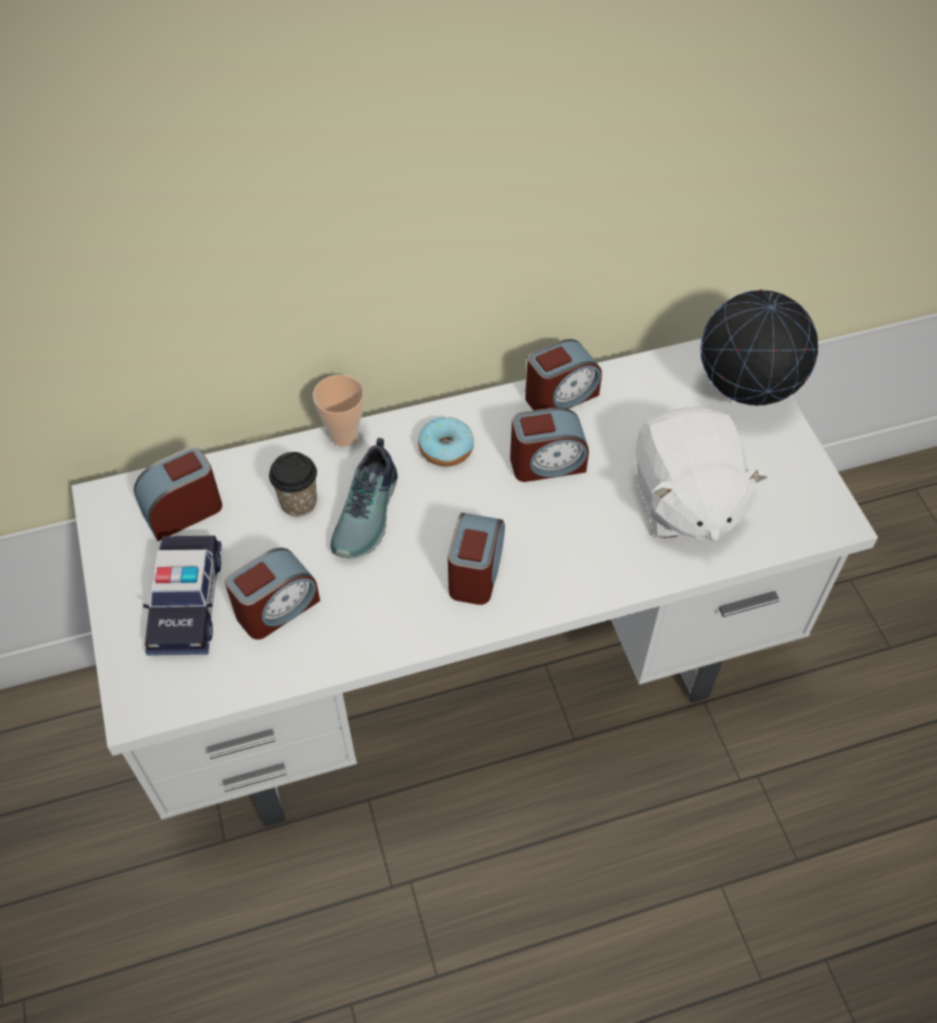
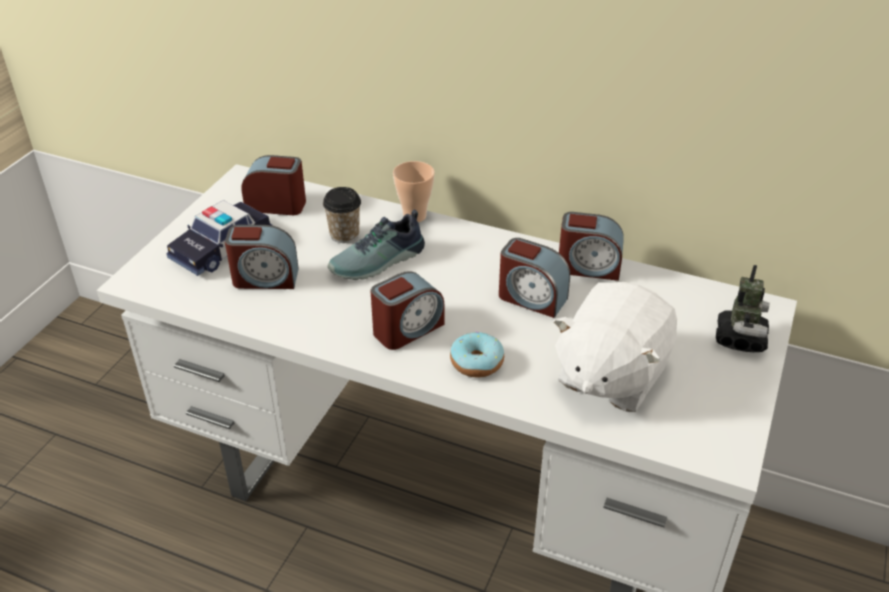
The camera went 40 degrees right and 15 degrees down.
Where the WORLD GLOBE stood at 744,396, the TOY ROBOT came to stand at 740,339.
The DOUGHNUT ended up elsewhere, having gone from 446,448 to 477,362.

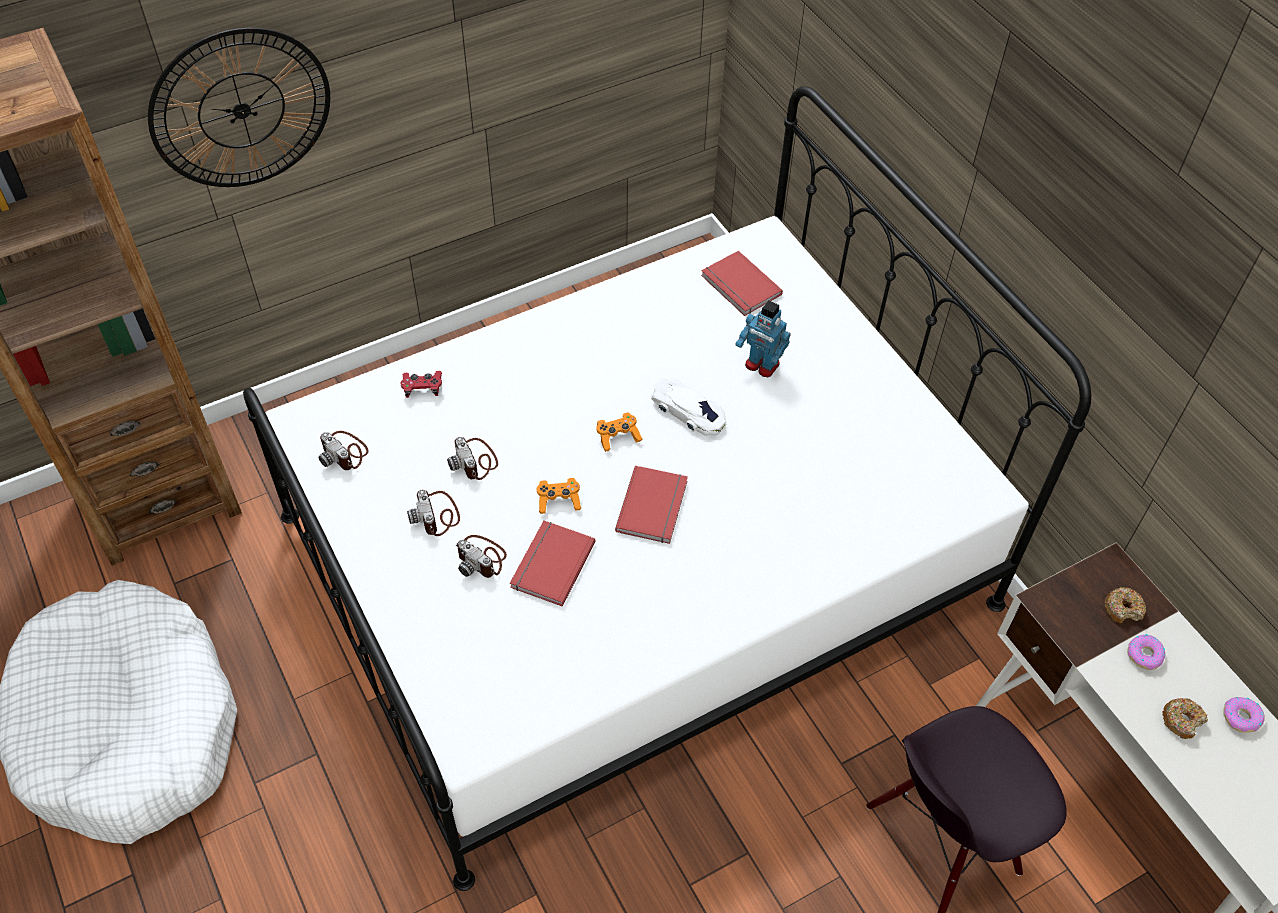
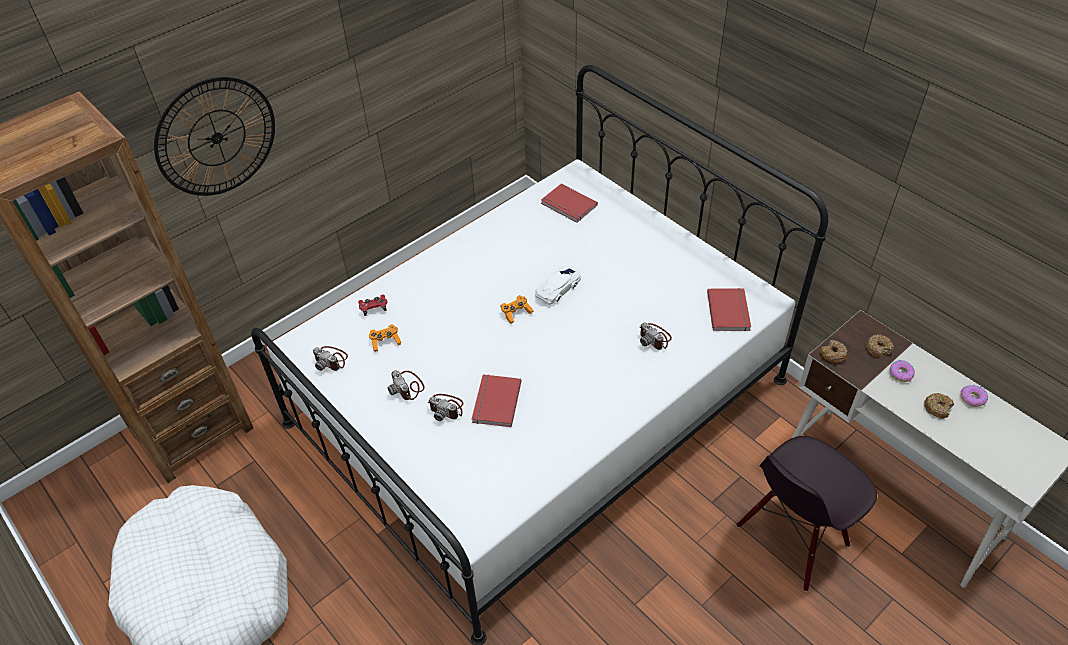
The camera went 10 degrees left and 5 degrees down.
The second view lost the TOY ROBOT at 761,365.
The WHITE TOY CAR at 689,412 ended up facing another way, 75 degrees counterclockwise from before.
The STILL CAMERA ended up elsewhere, having gone from 475,461 to 655,338.
The REDDISH BOOK ended up elsewhere, having gone from 654,506 to 730,311.
The ORANGE-COLOURED GAME CONTROLLER ended up elsewhere, having gone from 559,501 to 385,341.
The second view gained the DOUGHNUT at 833,354.

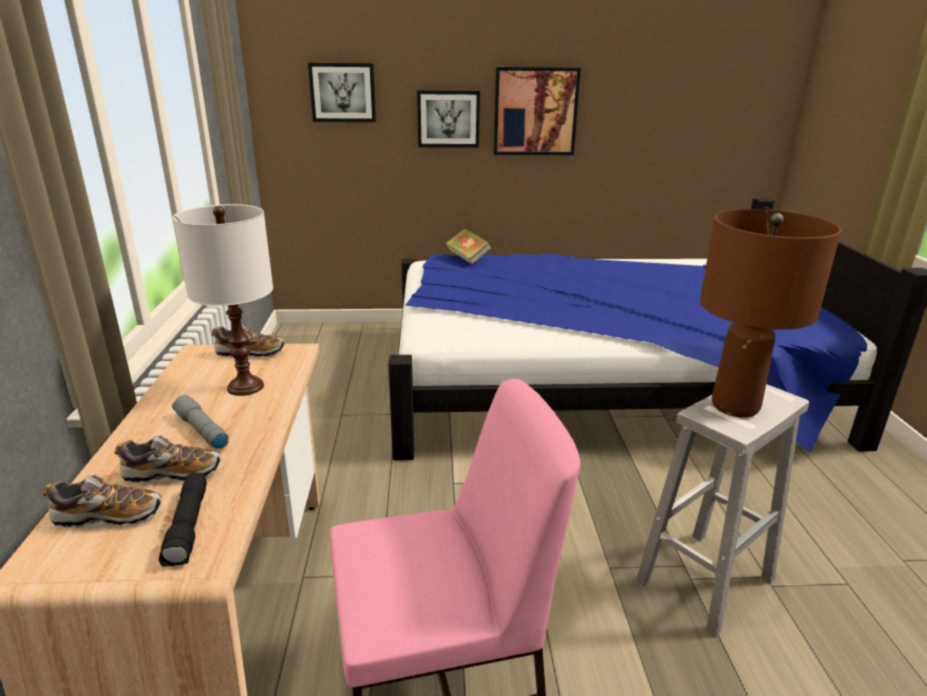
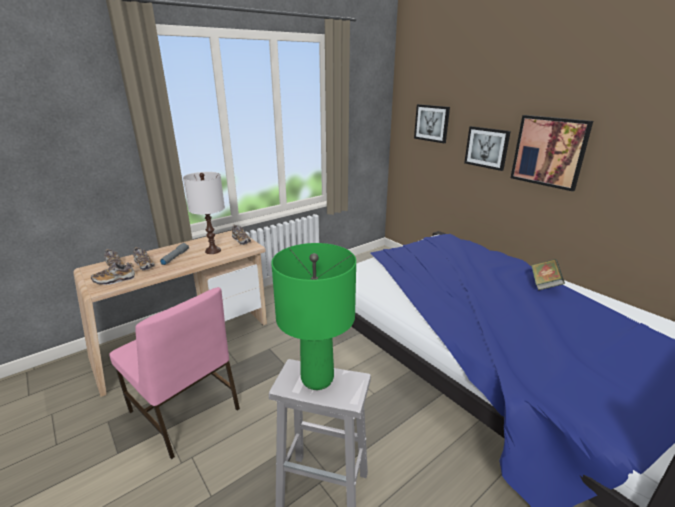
The camera went 55 degrees right and 0 degrees up.
What was the BROWN LAMP FOR A TABLE at 735,407 turned into the GREEN-COLOURED LAMP FOR A TABLE at 316,379.
The BOOK ended up elsewhere, having gone from 468,258 to 544,284.
Where the BLACK FLASHLIGHT stood at 189,527, the ITEM OF FOOTWEAR came to stand at 115,280.

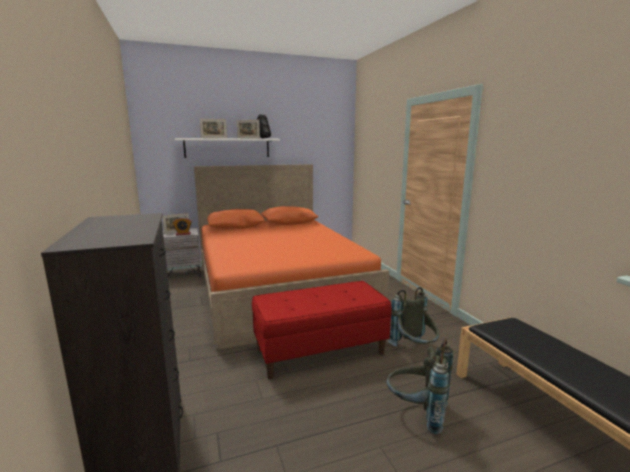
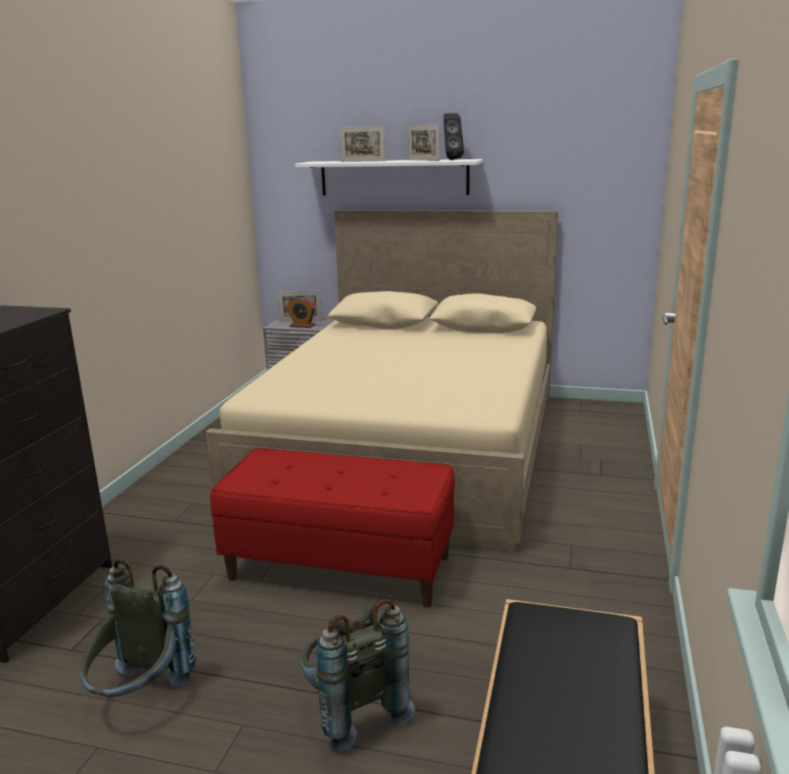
The camera went 35 degrees right and 5 degrees up.
What was the ORANGE-COLOURED BED at 278,288 turned into the BEIGE BED at 411,447.
The GRAY KNAPSACK ended up elsewhere, having gone from 414,350 to 141,697.

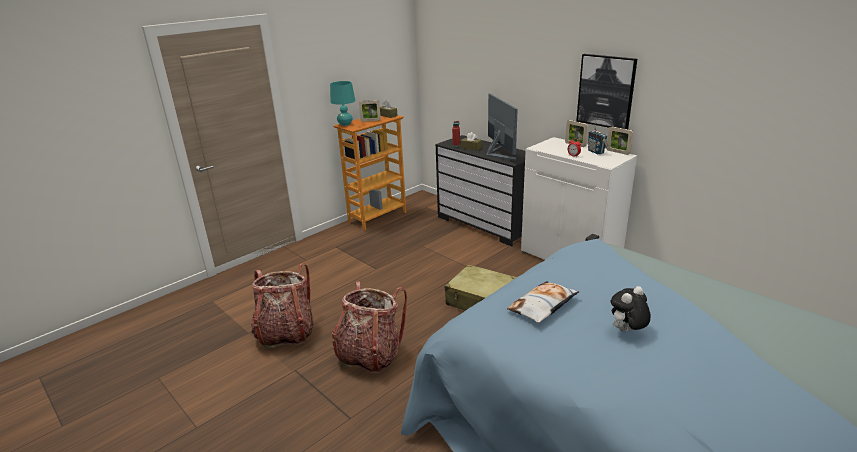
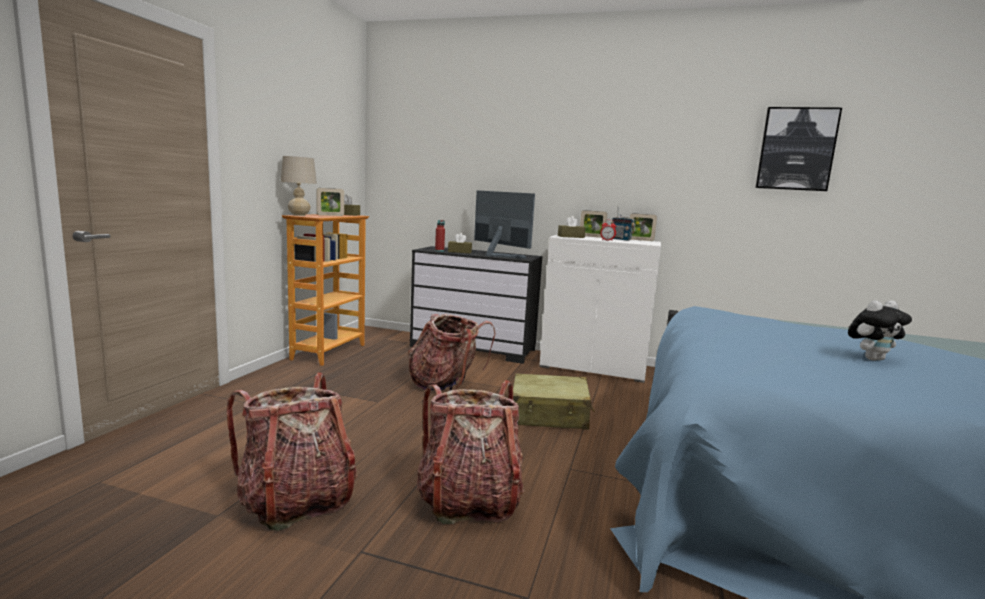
The camera went 30 degrees left and 15 degrees down.
The WALL PICTURE ended up elsewhere, having gone from 606,91 to 796,149.
What was the TURQUOISE LAMP FOR A TABLE at 345,124 turned into the BEIGE LAMP FOR A TABLE at 299,215.
The second view lost the THROW PILLOW at 543,306.
The SOFT TOY at 626,331 ended up facing another way, 135 degrees counterclockwise from before.
The second view gained the BROWN TISSUE BOX at 571,237.
The second view gained the KNAPSACK at 446,384.

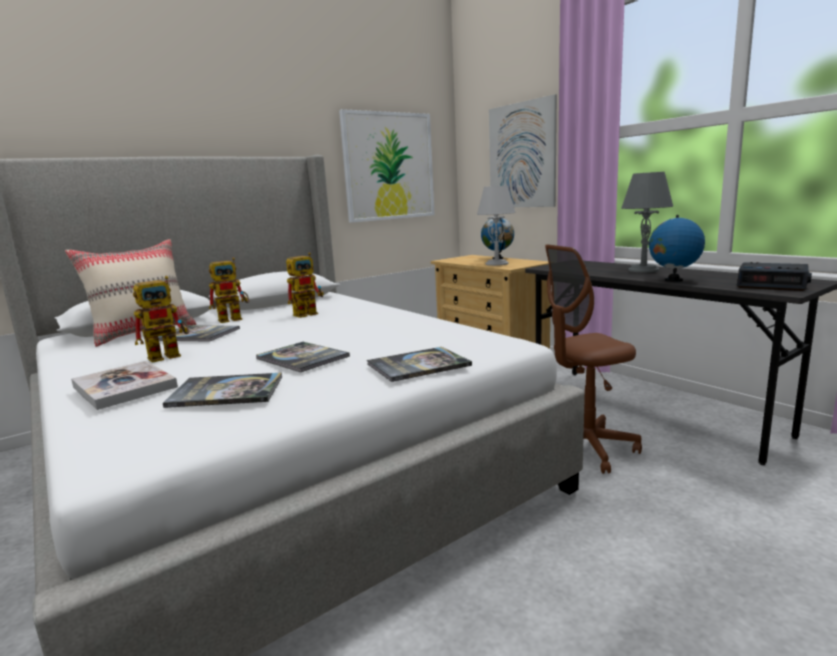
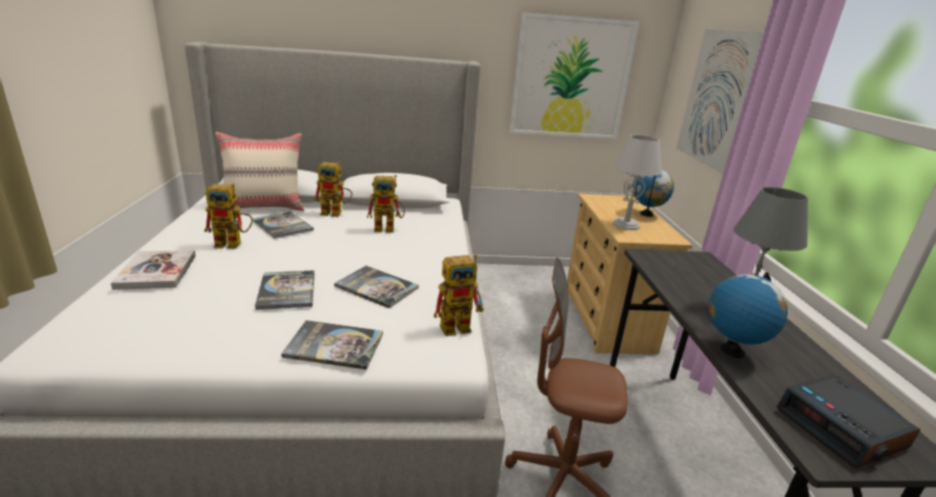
The camera went 30 degrees right and 10 degrees up.
The BOOK ended up elsewhere, having gone from 227,392 to 377,287.
The second view gained the TOY ROBOT at 461,326.

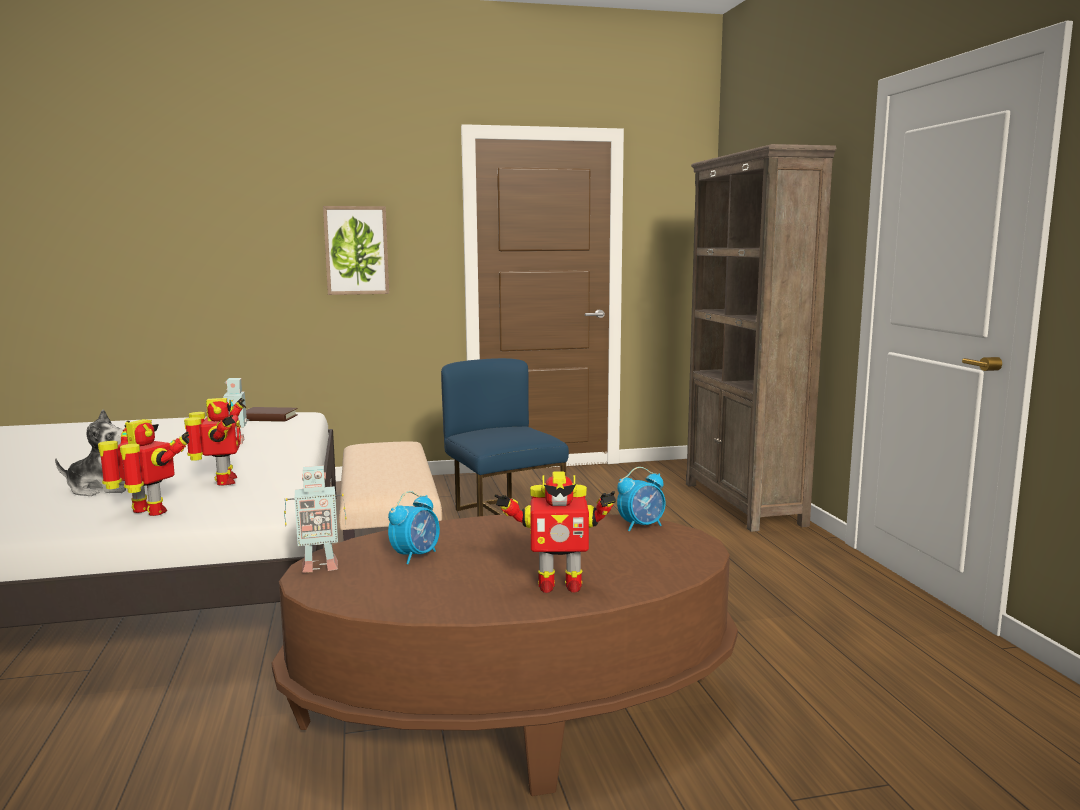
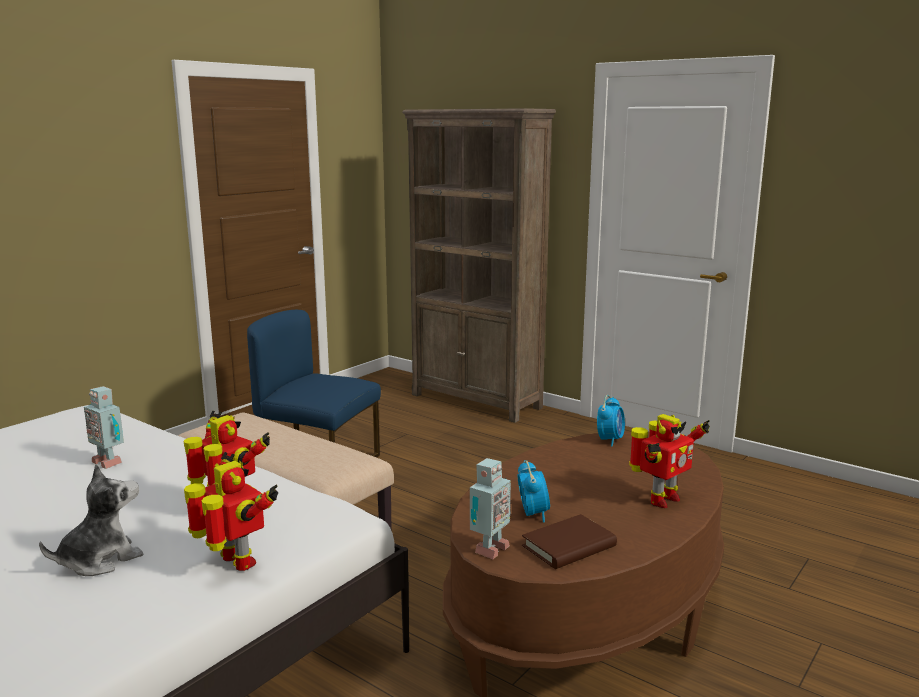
The camera went 40 degrees left and 5 degrees up.
The second view lost the WALL PICTURE at 356,250.
The BROWN BOOK ended up elsewhere, having gone from 268,418 to 569,546.
The TOY ROBOT at 147,513 ended up facing another way, 60 degrees clockwise from before.

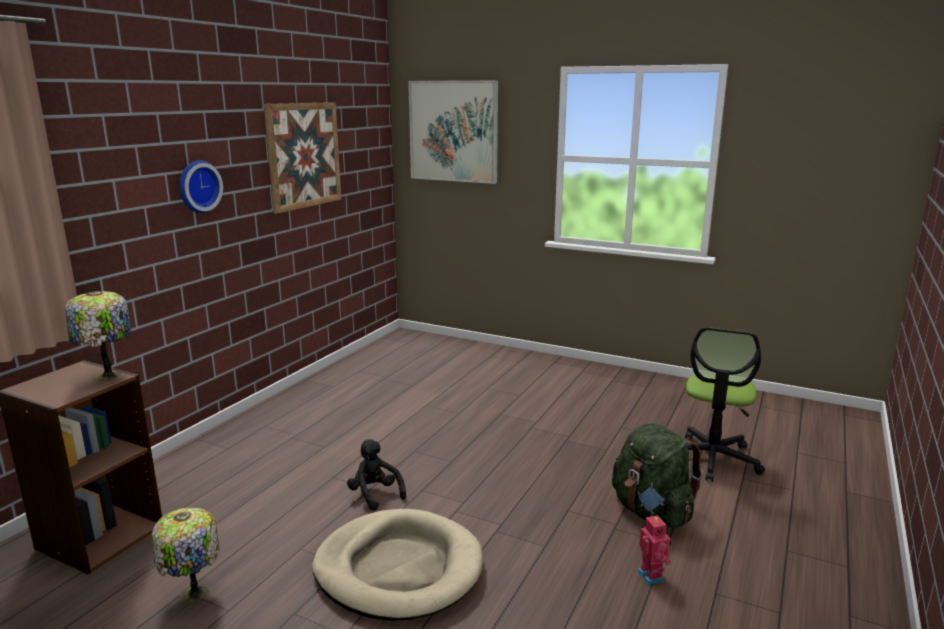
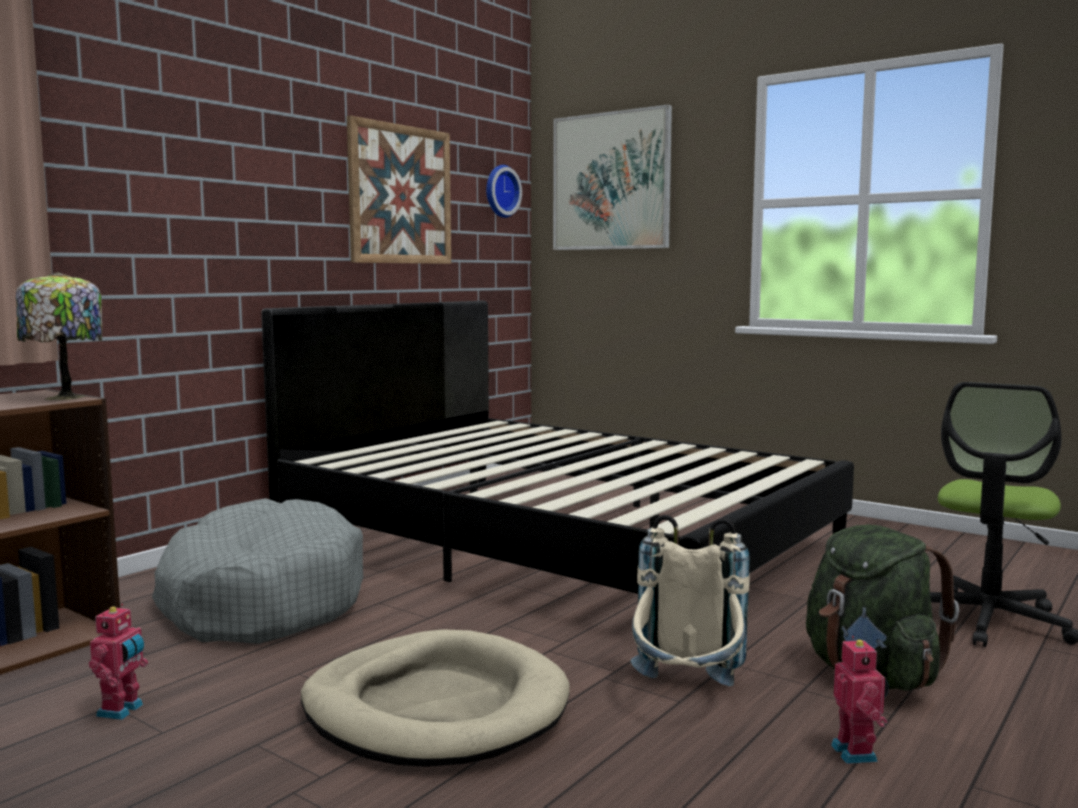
The camera went 10 degrees right and 10 degrees down.
The HANGING CLOCK ended up elsewhere, having gone from 197,186 to 500,191.
The second view lost the BLACK SOFT TOY at 375,495.
Where the LAMP FOR A TABLE stood at 193,595, the TOY ROBOT came to stand at 122,711.
The second view gained the BLACK BED at 556,542.
The second view gained the GRAY DOG CUSHION at 262,600.
The second view gained the BEIGE KNAPSACK at 686,696.

